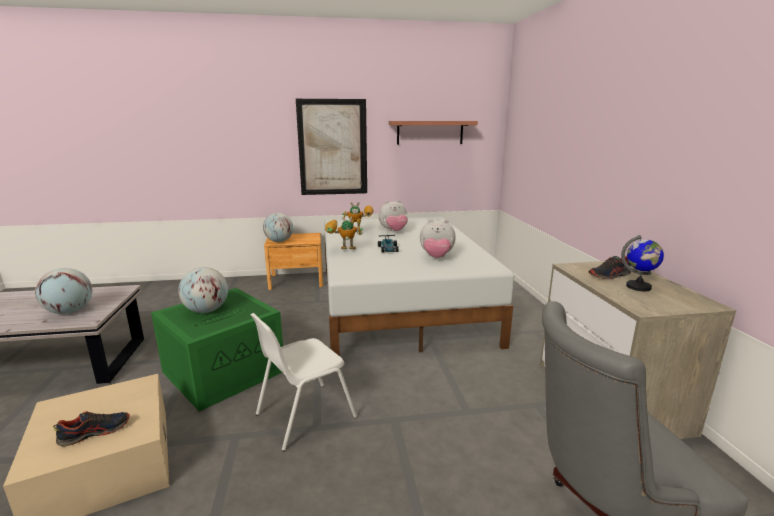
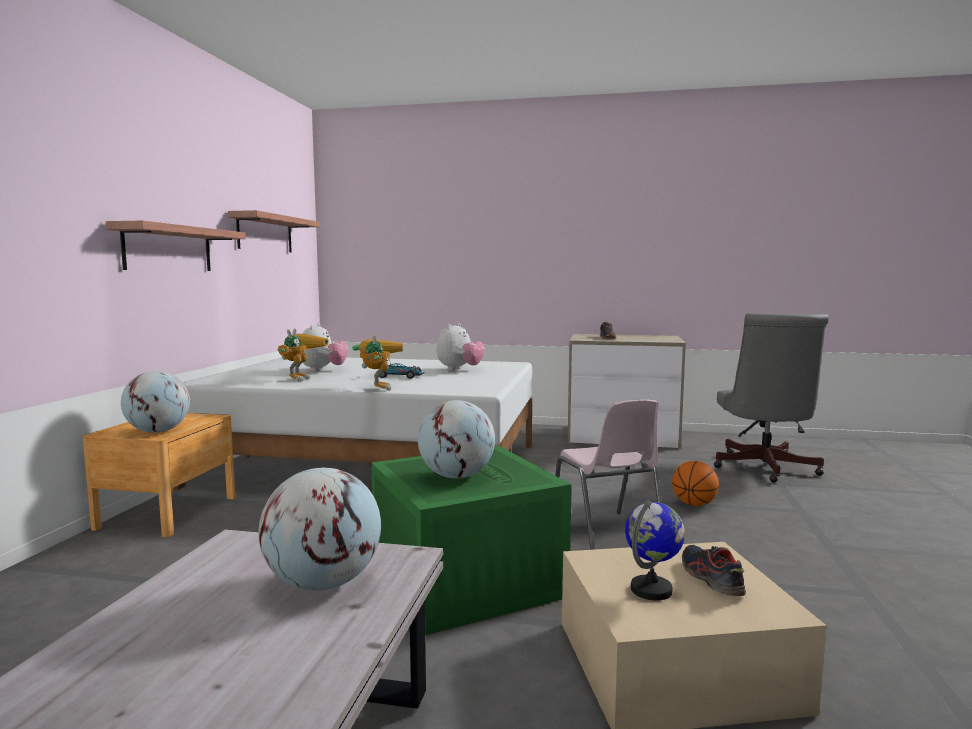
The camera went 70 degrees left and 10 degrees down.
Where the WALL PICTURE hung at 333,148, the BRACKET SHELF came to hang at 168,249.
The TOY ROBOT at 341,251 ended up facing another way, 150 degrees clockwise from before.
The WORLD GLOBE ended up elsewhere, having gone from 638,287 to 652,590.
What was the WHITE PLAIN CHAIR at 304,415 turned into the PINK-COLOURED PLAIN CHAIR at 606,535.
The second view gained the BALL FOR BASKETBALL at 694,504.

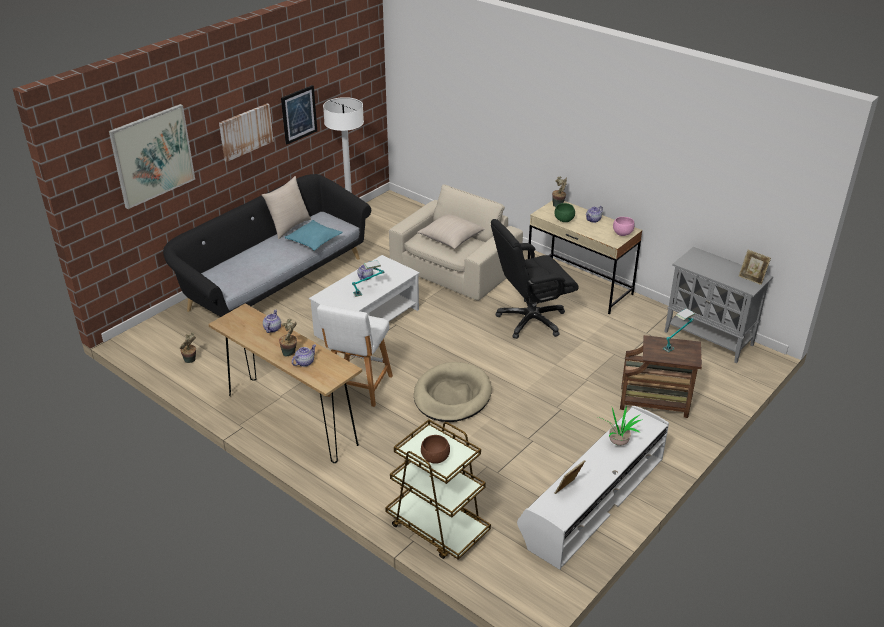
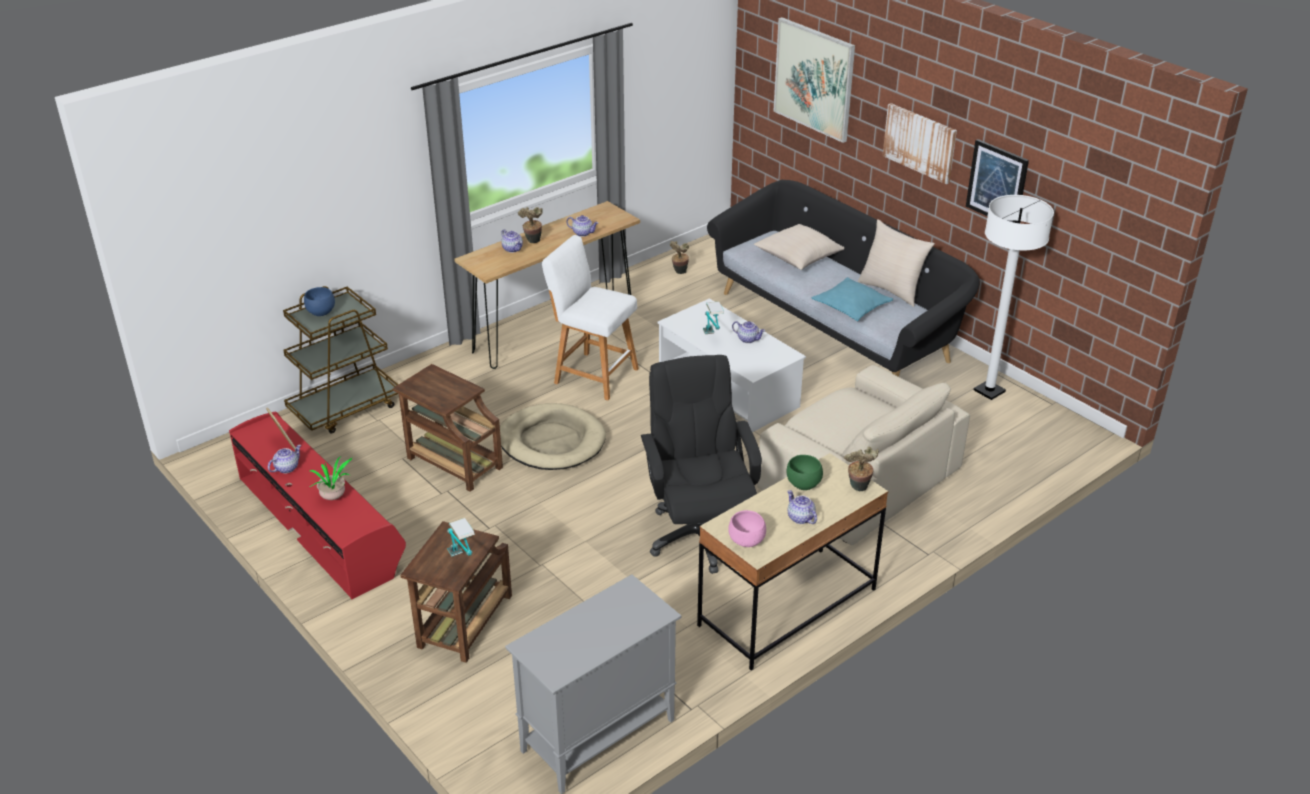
The camera went 100 degrees right and 0 degrees up.
The BEIGE THROW PILLOW ended up elsewhere, having gone from 451,238 to 798,257.
The second view lost the PICTURE FRAME at 752,278.
What was the WHITE MEDIA CONSOLE at 592,499 turned into the REDDISH MEDIA CONSOLE at 320,522.
What was the BROWN DEEP DISH at 436,459 turned into the BLUE DEEP DISH at 320,313.
The second view gained the BROWN END TABLE at 452,462.
The second view gained the TEAPOT at 287,468.

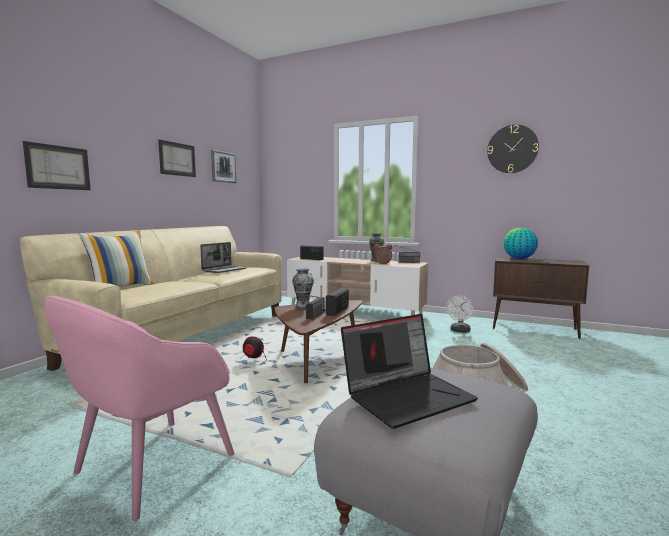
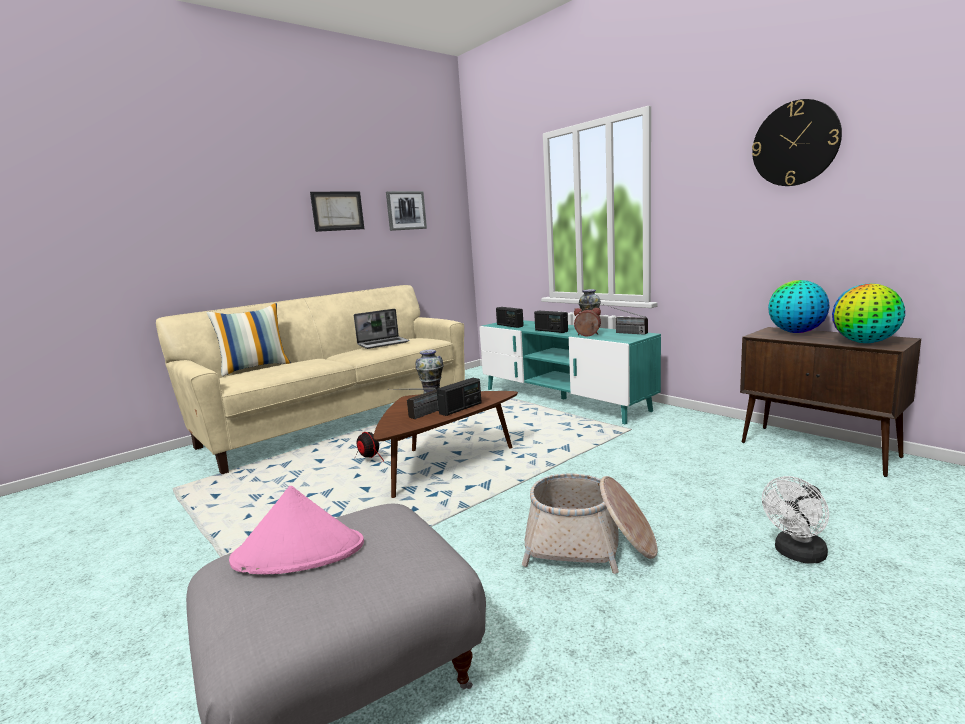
The camera went 25 degrees right and 5 degrees up.
The second view lost the WALL PICTURE at 58,167.
What was the BEIGE MEDIA CONSOLE at 354,312 turned into the TURQUOISE MEDIA CONSOLE at 562,399.
The second view lost the PINK-COLOURED ARMCHAIR at 152,466.
The WHITE COOLING FAN ended up elsewhere, having gone from 459,331 to 797,554.
Where the LAPTOP stood at 408,396, the PINK-COLOURED HAT came to stand at 299,552.
The second view gained the WORLD GLOBE at 865,342.
The second view gained the RADIO SET at 551,331.

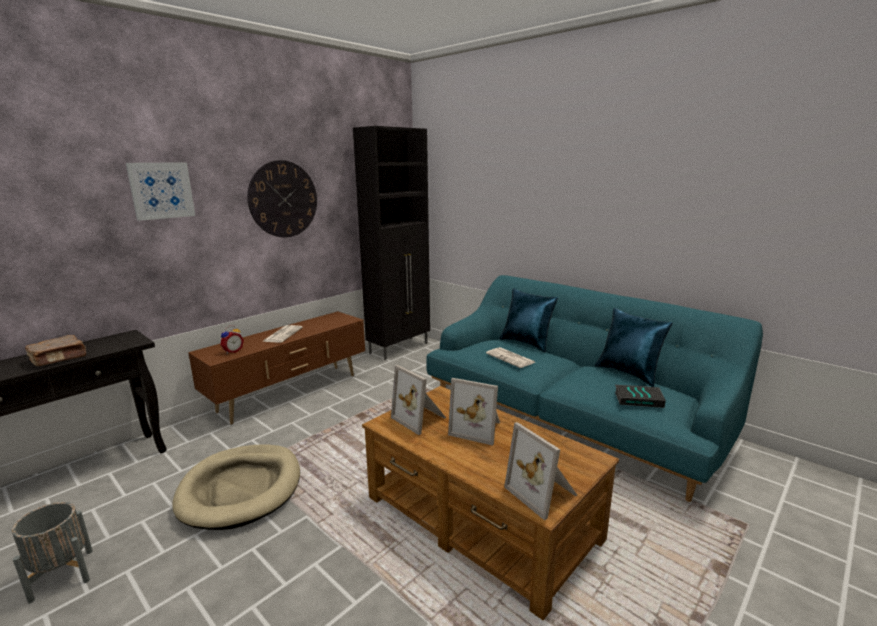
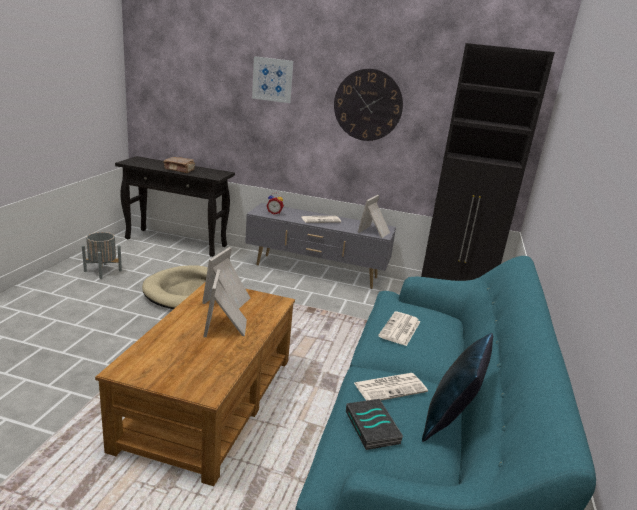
The camera went 60 degrees right and 5 degrees up.
The second view lost the BLUE THROW PILLOW at 527,343.
What was the BROWN MEDIA CONSOLE at 291,393 turned into the GRAY MEDIA CONSOLE at 316,272.
The PICTURE FRAME ended up elsewhere, having gone from 543,492 to 375,232.
The second view gained the DAILY PAPER at 390,387.

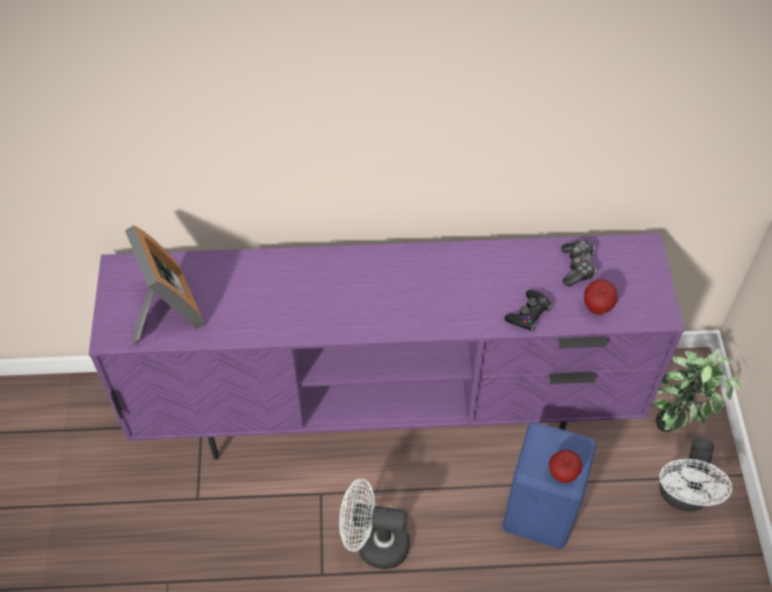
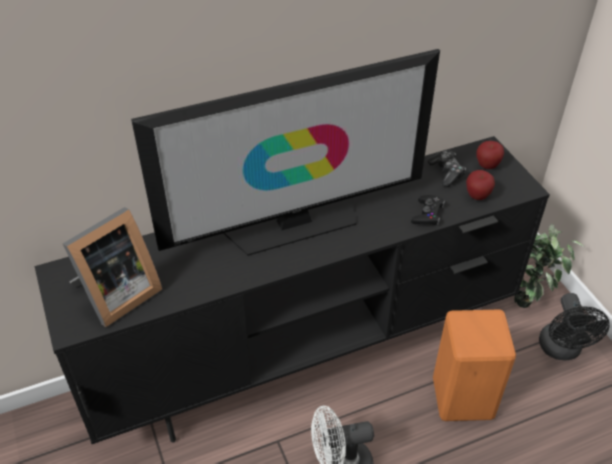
The camera went 20 degrees left and 10 degrees down.
The PICTURE FRAME at 166,312 ended up facing another way, 90 degrees clockwise from before.
What was the PURPLISH MEDIA CONSOLE at 388,411 turned into the BLACK MEDIA CONSOLE at 306,357.
What was the BLUE SITTING STOOL at 541,512 turned into the ORANGE-COLOURED SITTING STOOL at 464,396.
What was the WHITE COOLING FAN at 683,497 turned into the BLACK COOLING FAN at 561,350.
The WHOLE APPLE ended up elsewhere, having gone from 562,474 to 487,166.
The second view gained the TV at 294,223.

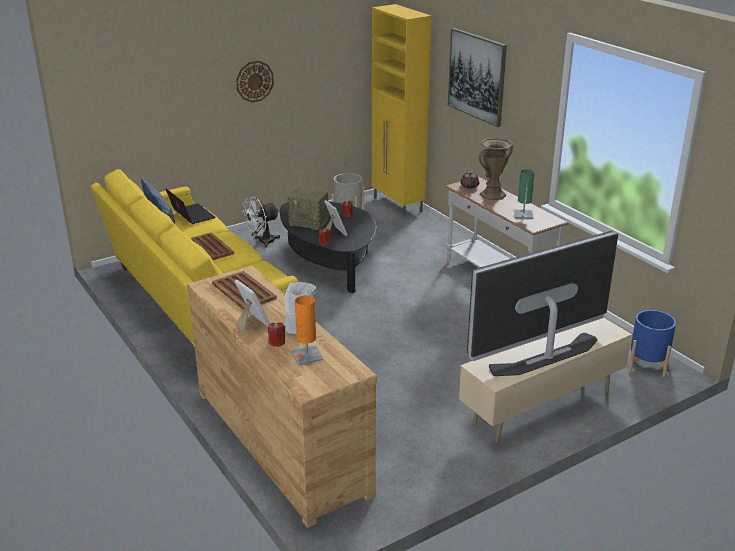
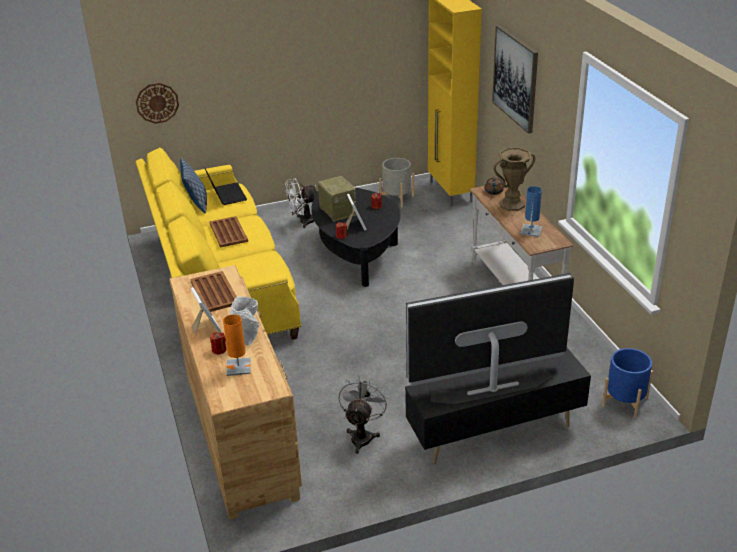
The camera went 15 degrees right and 5 degrees up.
The HANGING CLOCK ended up elsewhere, having gone from 254,81 to 157,103.
What was the GREEN-COLOURED LAMP FOR A TABLE at 523,214 turned into the BLUE LAMP FOR A TABLE at 531,231.
The RADIO SET at 309,222 ended up facing another way, 150 degrees counterclockwise from before.
What was the BEIGE MEDIA CONSOLE at 541,407 turned into the BLACK MEDIA CONSOLE at 494,433.
The second view gained the GRAY COOLING FAN at 362,435.

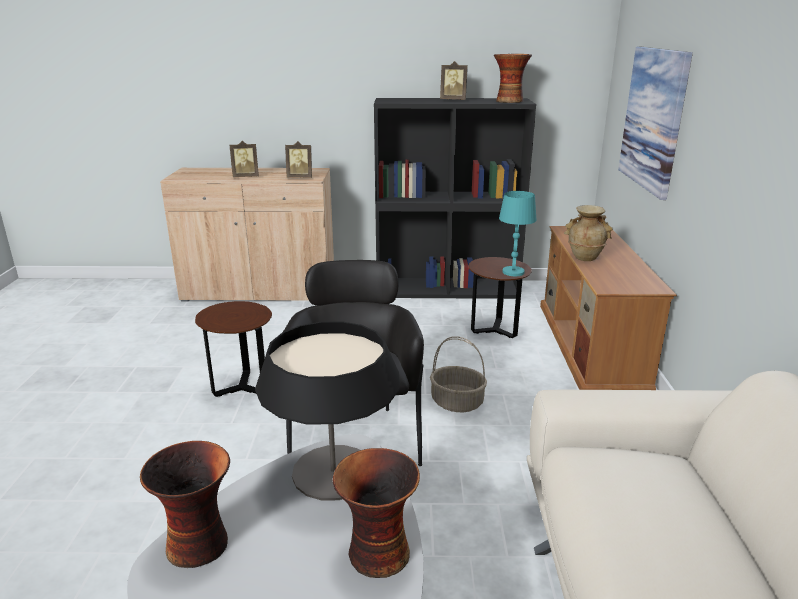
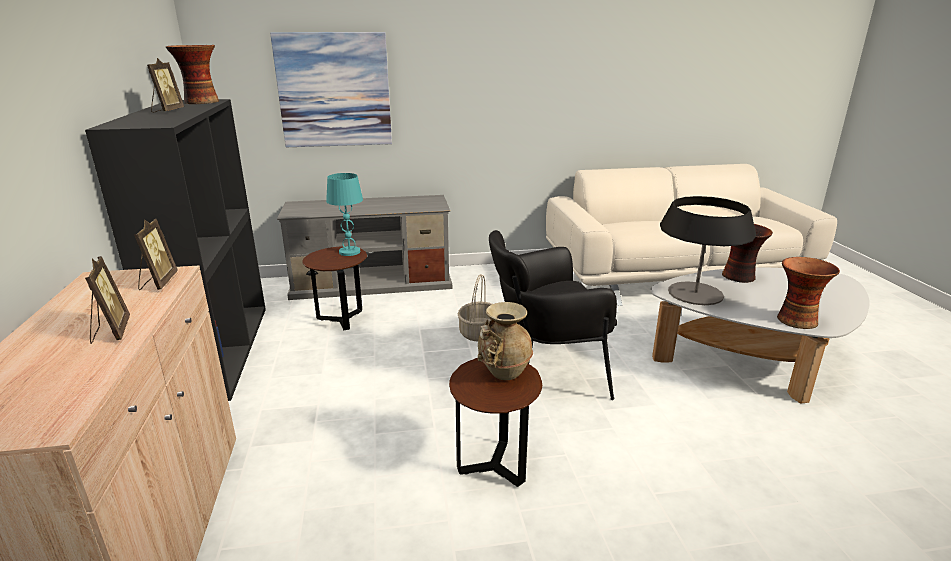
The camera went 100 degrees left and 0 degrees up.
The BEIGE VASE ended up elsewhere, having gone from 584,257 to 503,373.
What was the BROWN MEDIA CONSOLE at 591,345 turned into the GRAY MEDIA CONSOLE at 373,282.

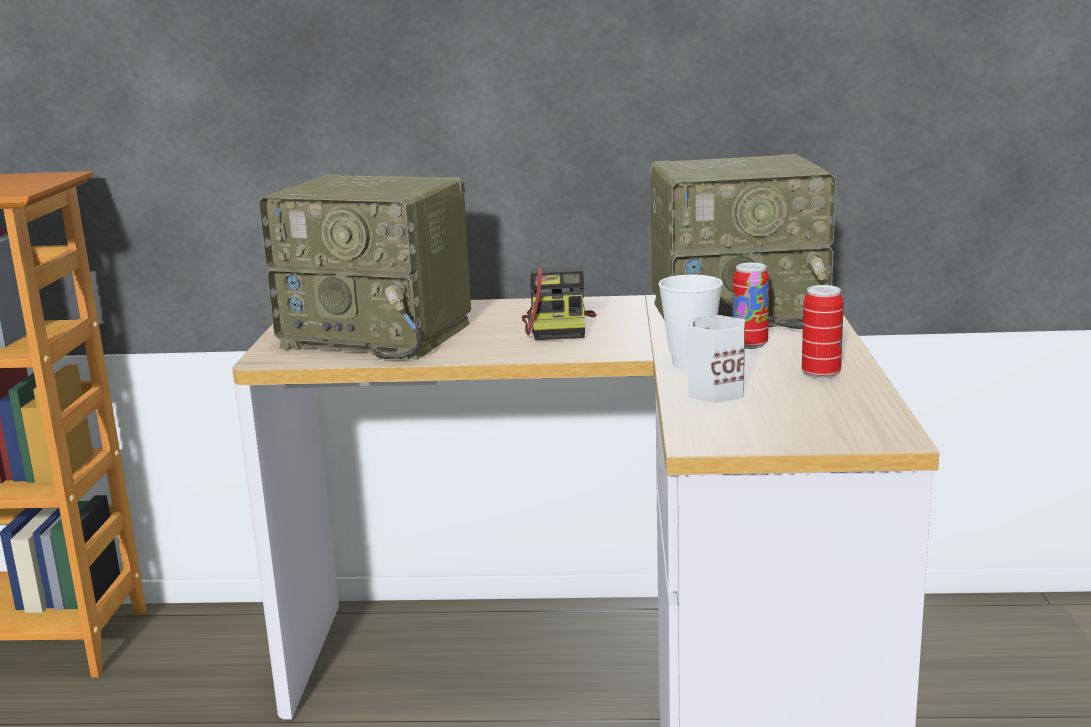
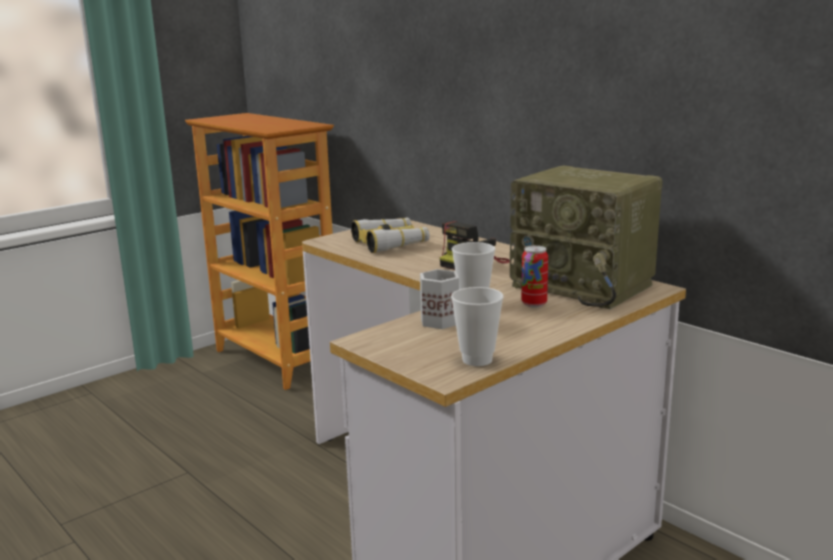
The camera went 45 degrees right and 0 degrees up.
Where the RADIO SET stood at 381,335, the PAIR OF BINOCULARS came to stand at 390,243.
The second view lost the SEALED CAN at 821,374.
The second view gained the CUP at 477,360.

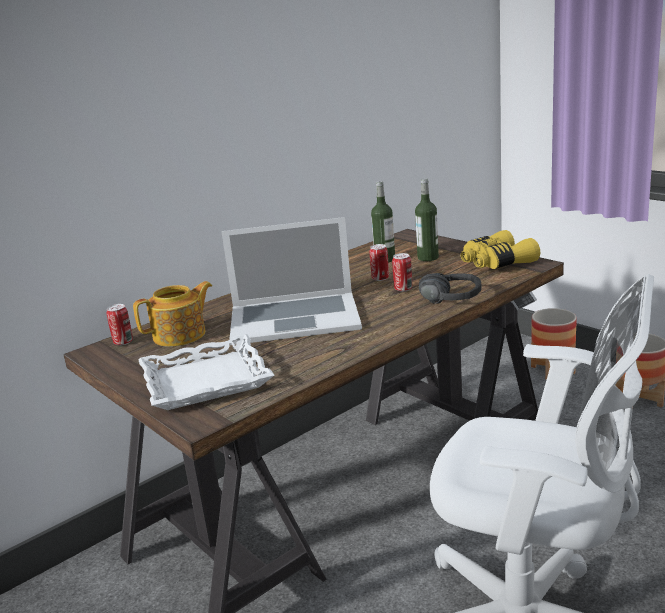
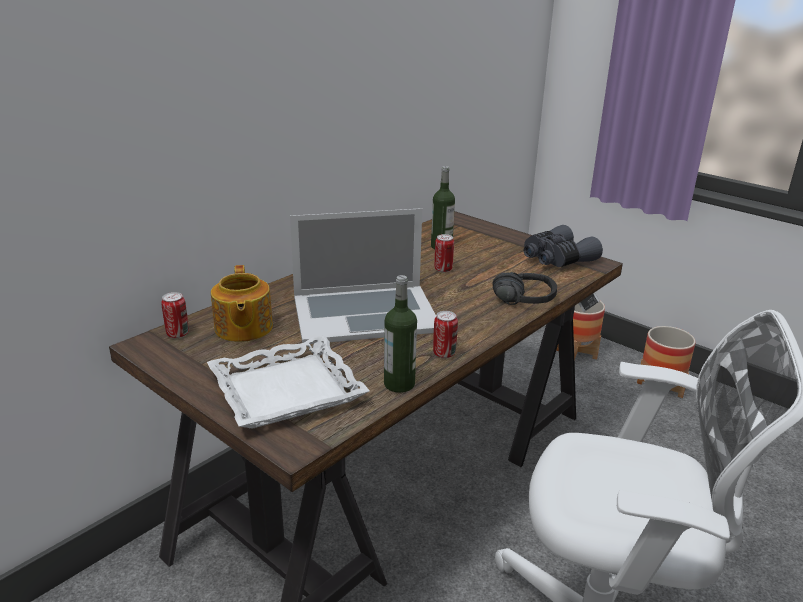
The camera went 10 degrees left and 5 degrees up.
The BOTTLE ended up elsewhere, having gone from 428,258 to 399,384.
What was the YELLOWISH PAIR OF BINOCULARS at 496,263 turned into the GRAY PAIR OF BINOCULARS at 556,259.
The SEALED CAN ended up elsewhere, having gone from 403,289 to 444,354.
The TEAPOT at 181,335 ended up facing another way, 120 degrees clockwise from before.

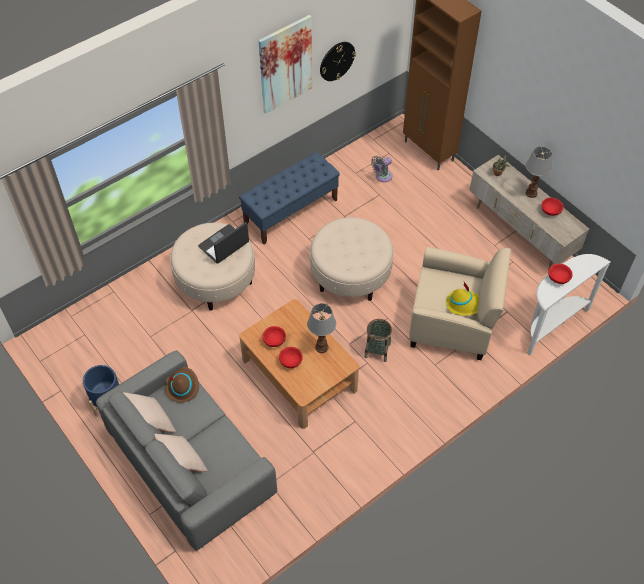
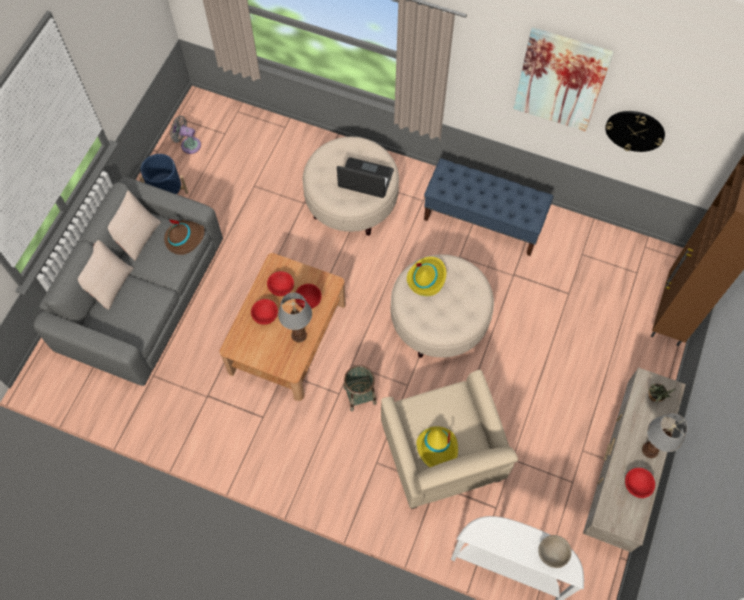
The camera went 60 degrees right and 10 degrees up.
The GRAY COOLING FAN ended up elsewhere, having gone from 382,177 to 188,144.
The REDDISH DEEP DISH ended up elsewhere, having gone from 558,278 to 309,300.
The second view gained the YELLOWISH HAT at 426,278.
The second view gained the BEIGE DEEP DISH at 553,553.

